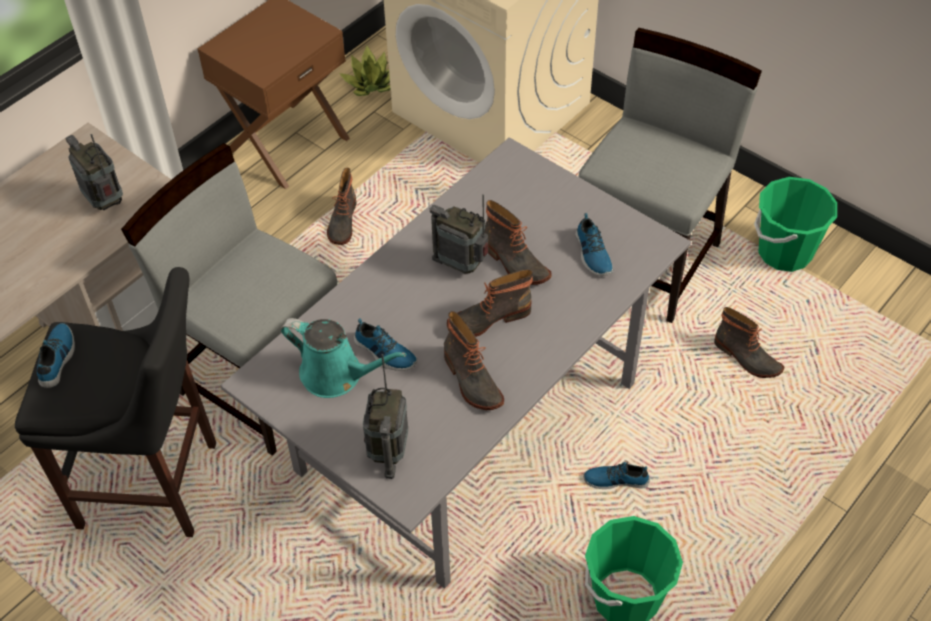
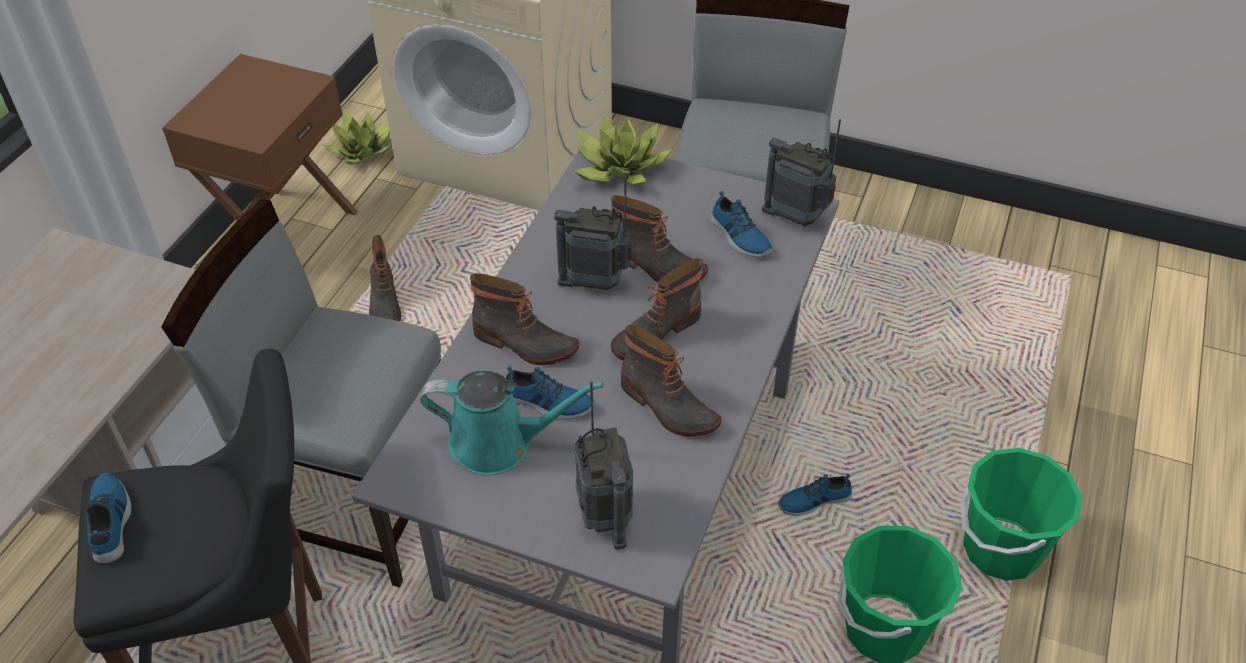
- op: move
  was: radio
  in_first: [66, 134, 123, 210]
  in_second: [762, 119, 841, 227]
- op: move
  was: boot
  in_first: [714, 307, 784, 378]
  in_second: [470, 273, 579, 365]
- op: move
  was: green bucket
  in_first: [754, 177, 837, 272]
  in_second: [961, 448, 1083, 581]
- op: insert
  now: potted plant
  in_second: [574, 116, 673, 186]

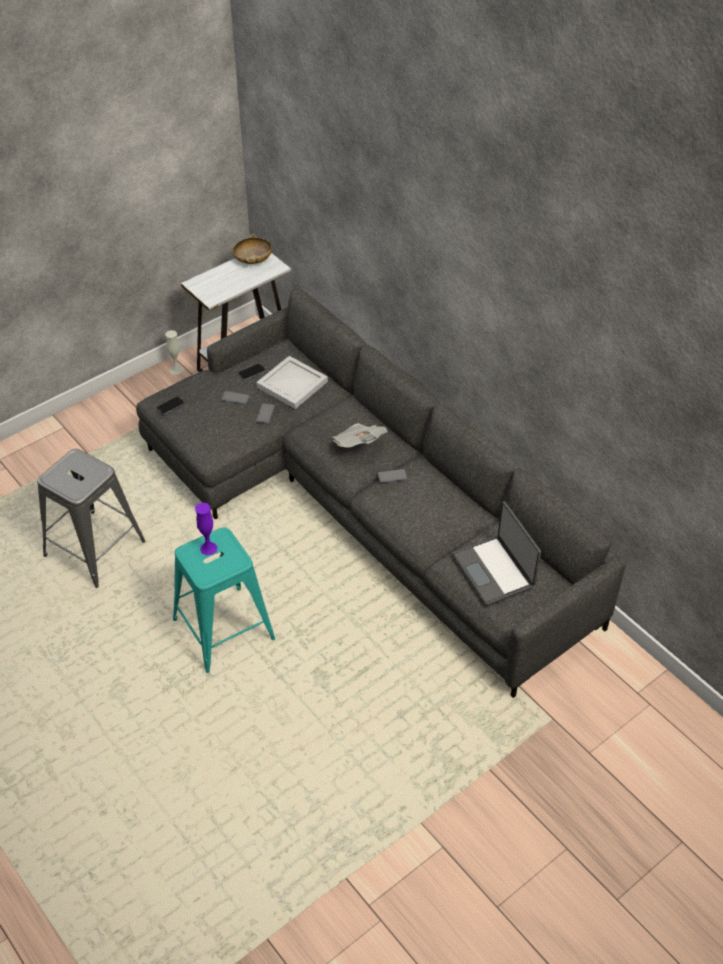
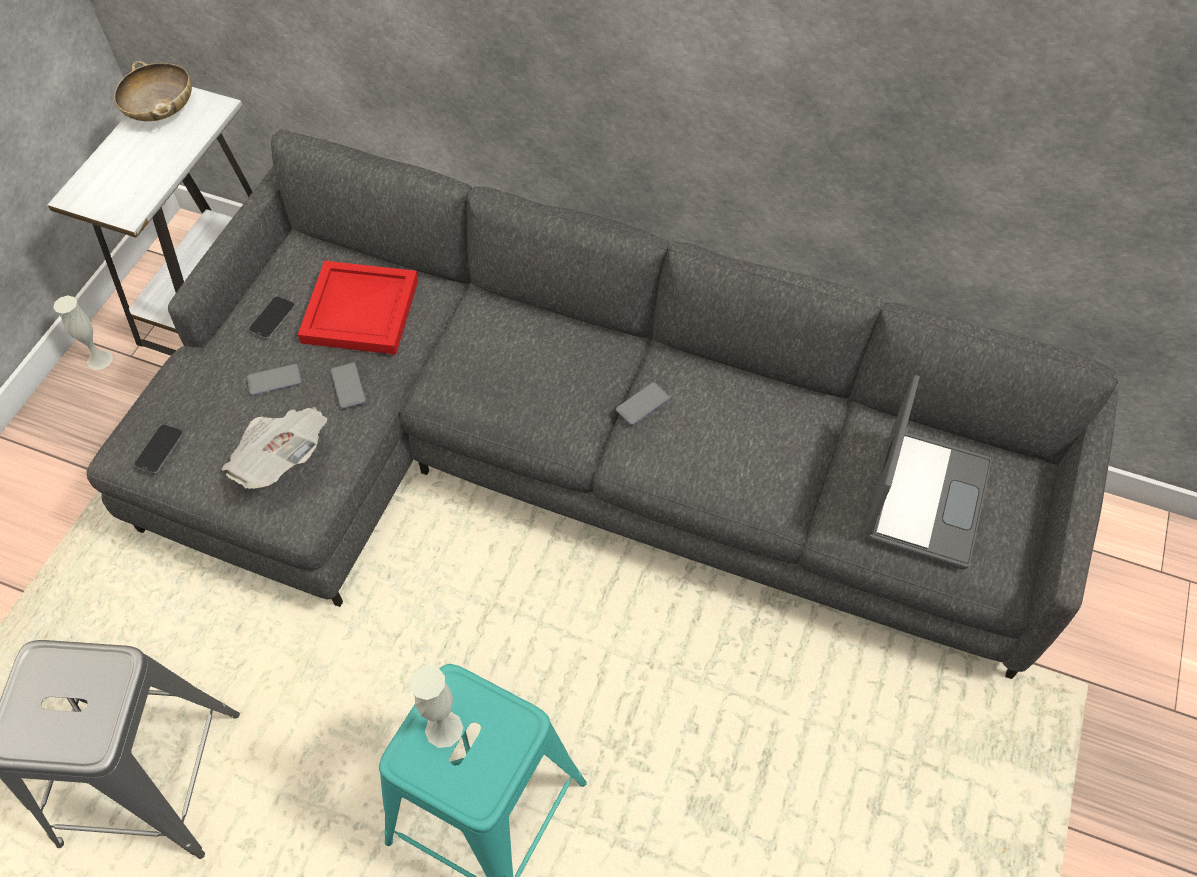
- op: recolor
  was: purple vase
  now: white vase
  in_first: [195, 503, 218, 555]
  in_second: [410, 665, 463, 748]
- op: recolor
  was: white tray
  now: red tray
  in_first: [256, 356, 328, 409]
  in_second: [298, 261, 418, 355]
- op: move
  was: newspaper
  in_first: [331, 423, 388, 448]
  in_second: [221, 407, 327, 489]
- op: rotate
  was: laptop
  in_first: [452, 501, 541, 606]
  in_second: [865, 375, 992, 569]
  clockwise: -105

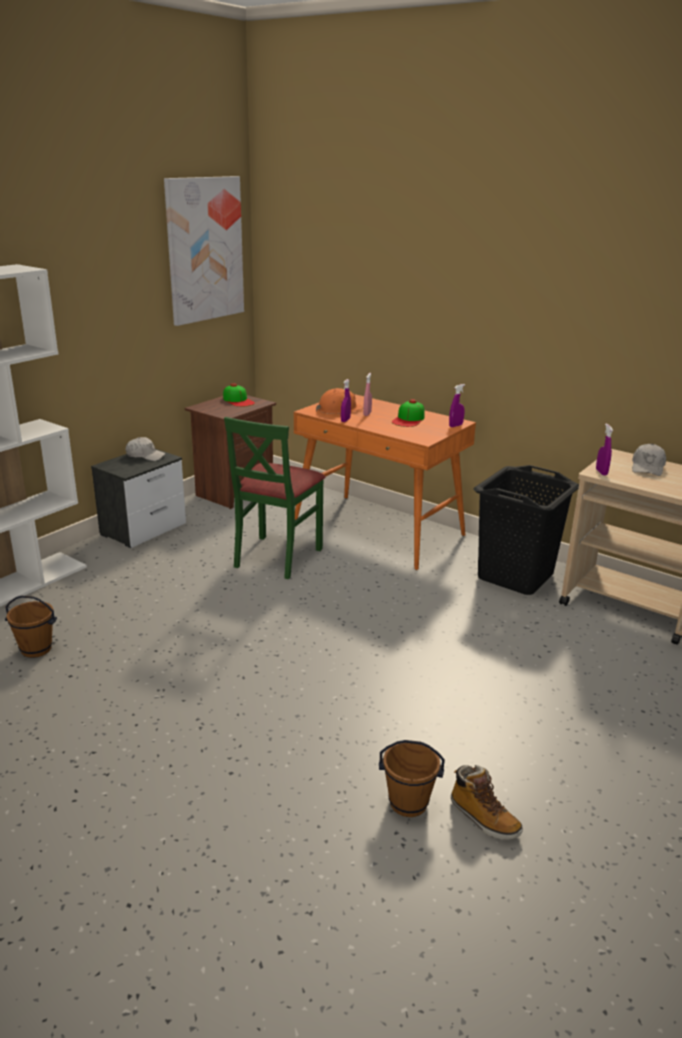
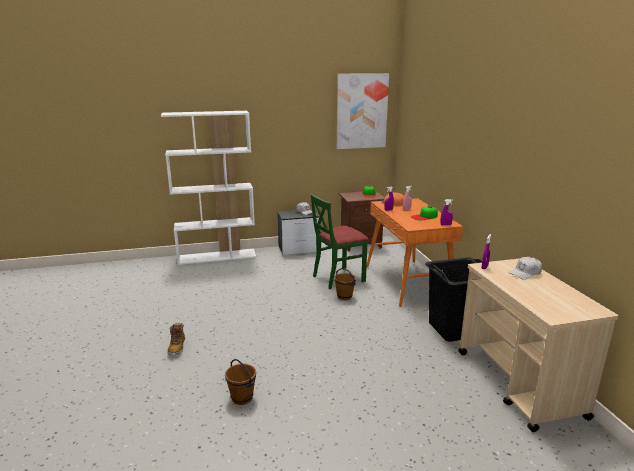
- op: move
  was: brown bucket
  in_first: [5, 596, 57, 658]
  in_second: [334, 268, 356, 300]
- op: move
  was: boot
  in_first: [451, 765, 523, 840]
  in_second: [167, 323, 185, 356]

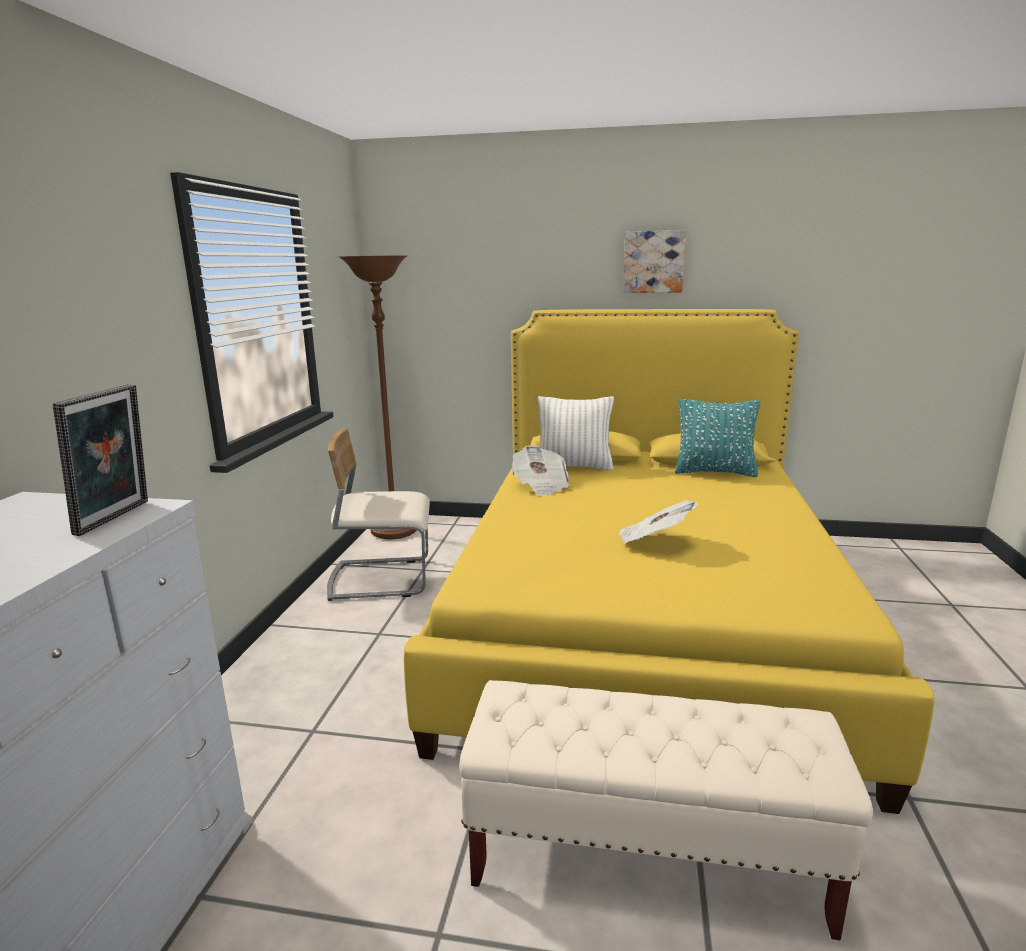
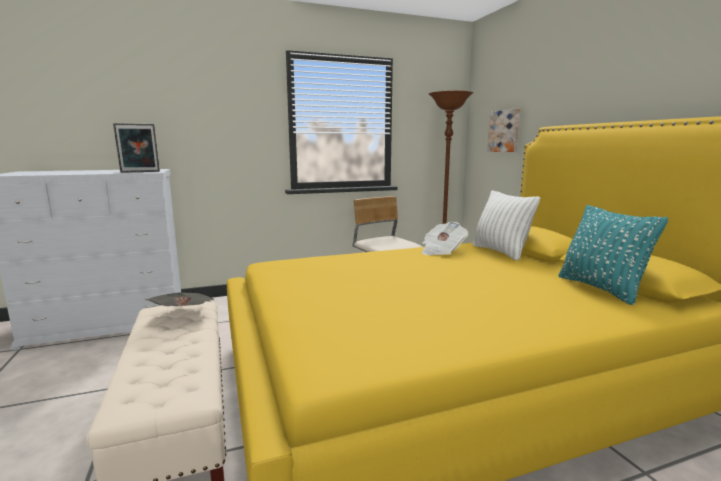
- op: move
  was: newspaper
  in_first: [619, 500, 697, 544]
  in_second: [145, 292, 214, 306]
- op: move
  was: picture
  in_first: [623, 230, 686, 293]
  in_second: [487, 109, 520, 152]

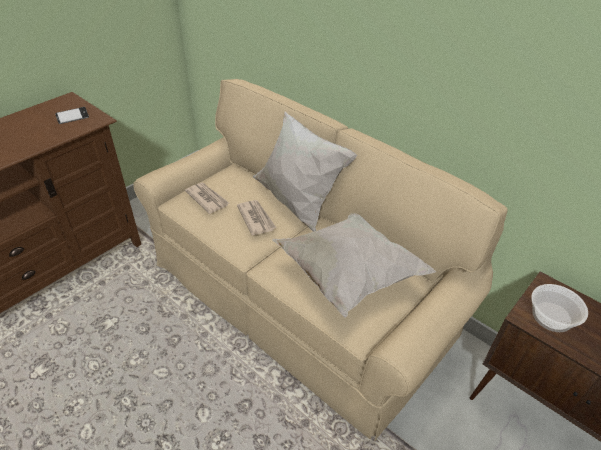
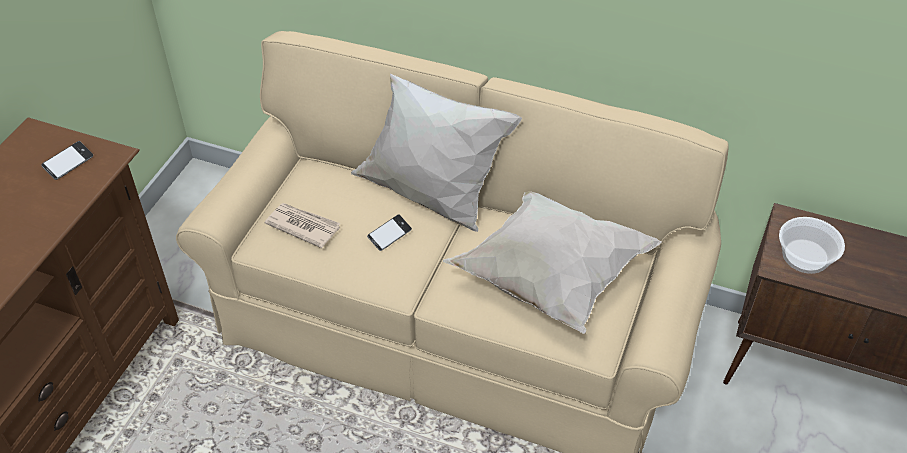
- op: replace
  was: newspaper
  now: phone
  in_first: [237, 200, 276, 236]
  in_second: [367, 214, 412, 251]

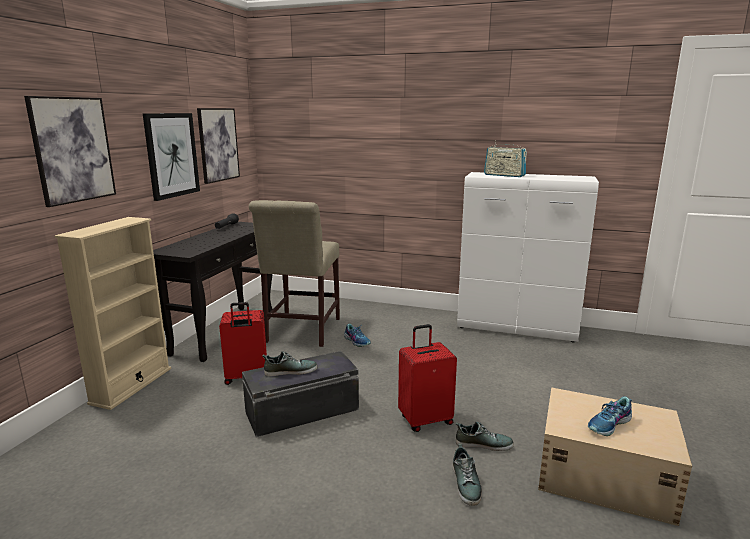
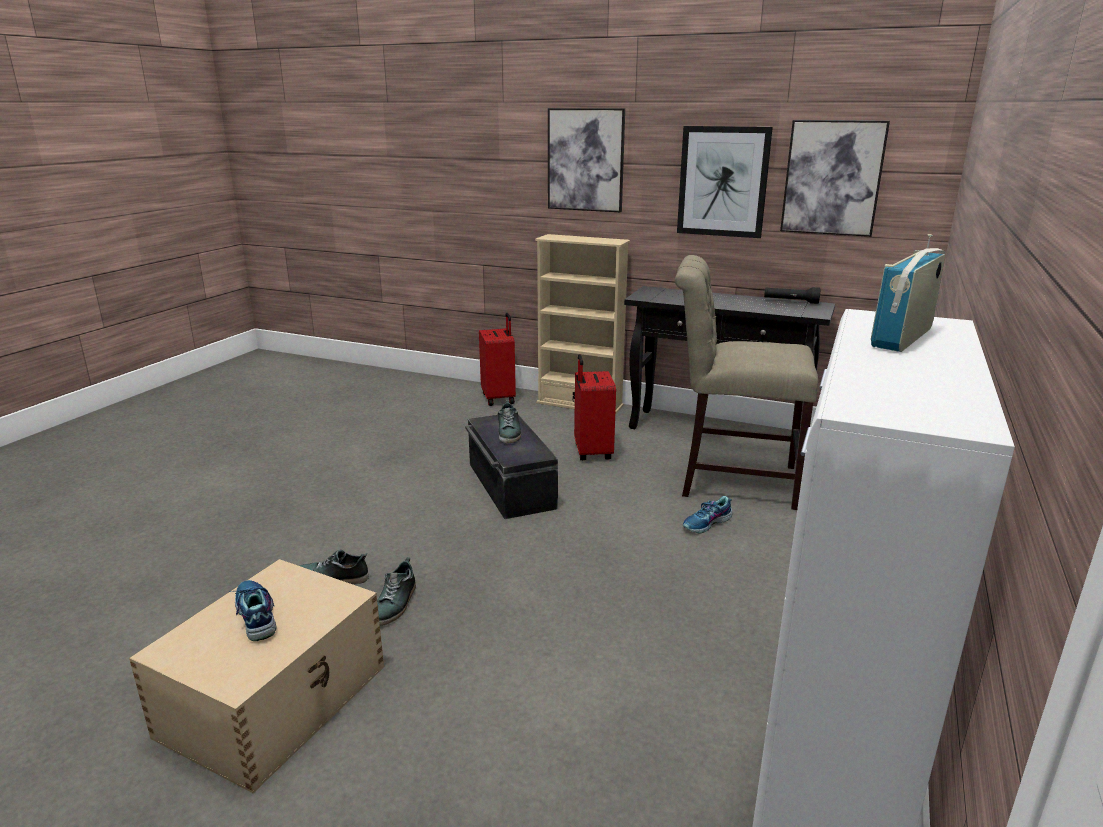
- op: move
  was: red suitcase
  in_first: [398, 324, 457, 432]
  in_second: [479, 313, 516, 406]

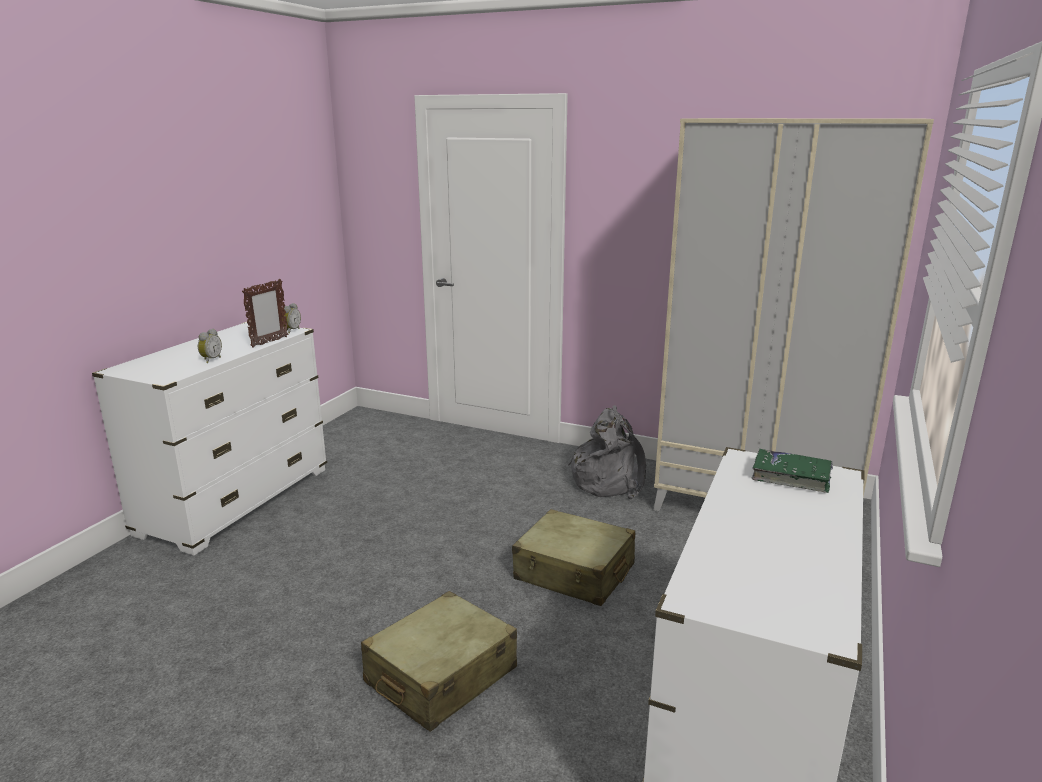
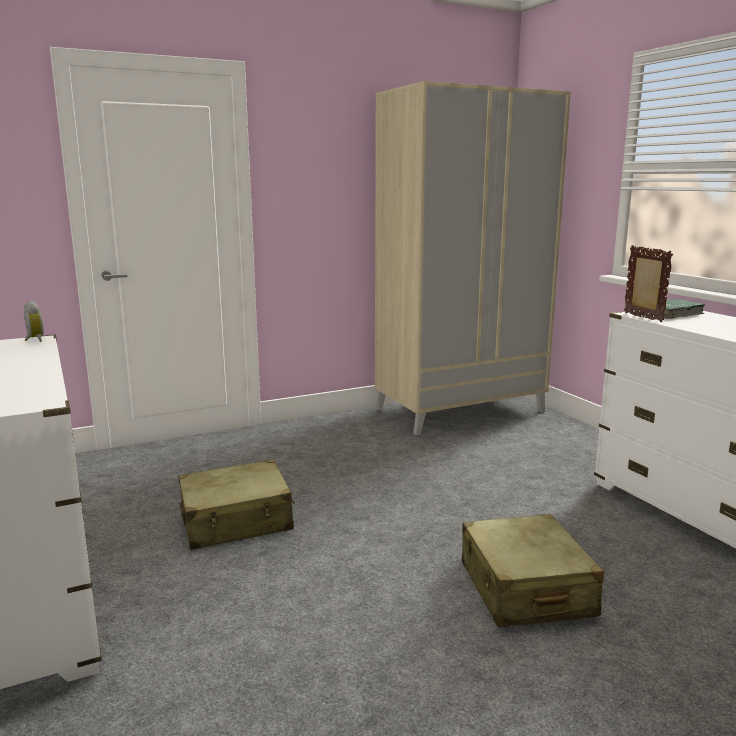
- op: delete
  was: alarm clock
  in_first: [198, 329, 222, 363]
- op: move
  was: picture frame
  in_first: [242, 279, 288, 348]
  in_second: [624, 245, 673, 322]
- op: move
  was: beige suitcase
  in_first: [512, 509, 635, 606]
  in_second: [178, 459, 295, 550]
- op: delete
  was: grey backpack
  in_first: [568, 405, 646, 499]

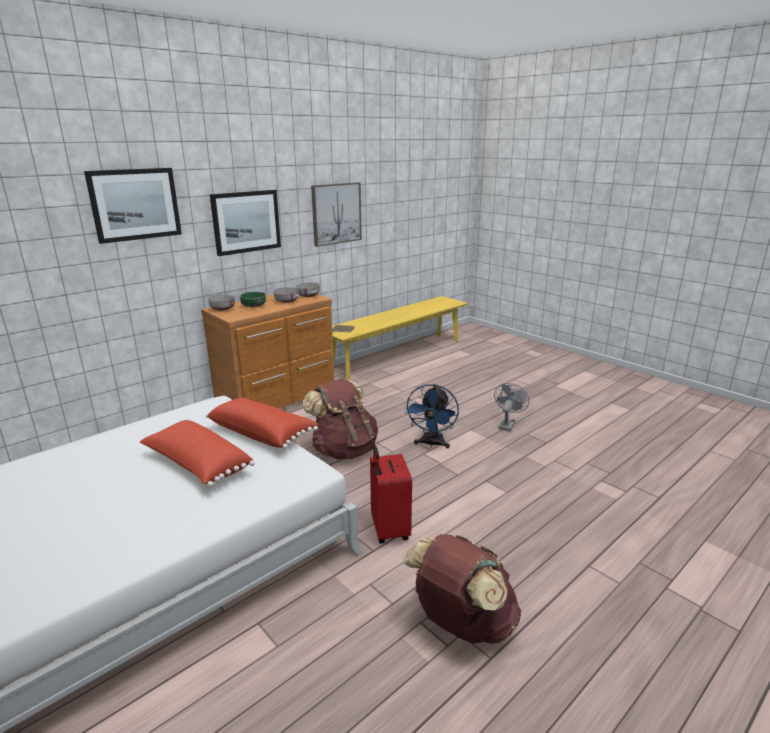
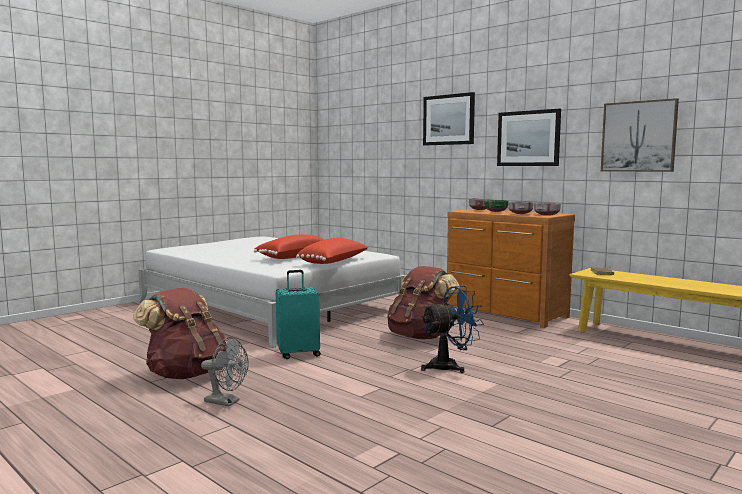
- op: recolor
  was: red suitcase
  now: turquoise suitcase
  in_first: [370, 445, 412, 543]
  in_second: [276, 270, 321, 359]
- op: rotate
  was: blue fan
  in_first: [405, 384, 459, 449]
  in_second: [421, 286, 484, 373]
  clockwise: 150
- op: move
  was: grey fan
  in_first: [494, 383, 529, 431]
  in_second: [201, 337, 249, 406]

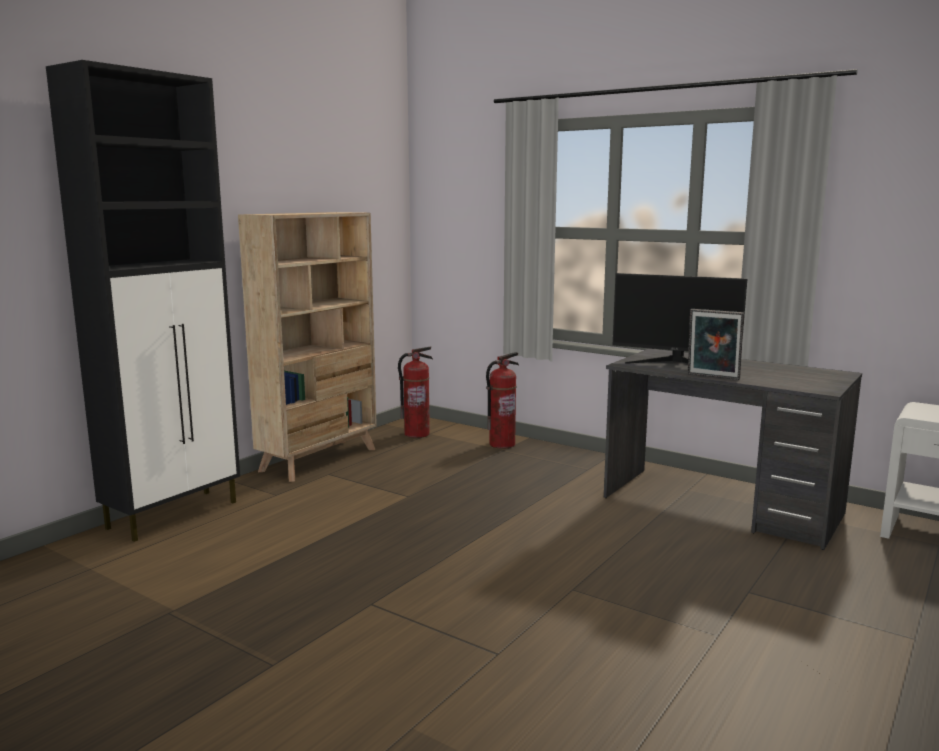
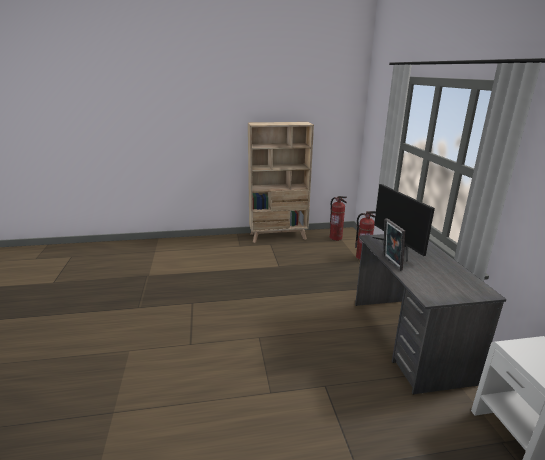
- op: delete
  was: black cabinet
  in_first: [46, 60, 240, 542]

